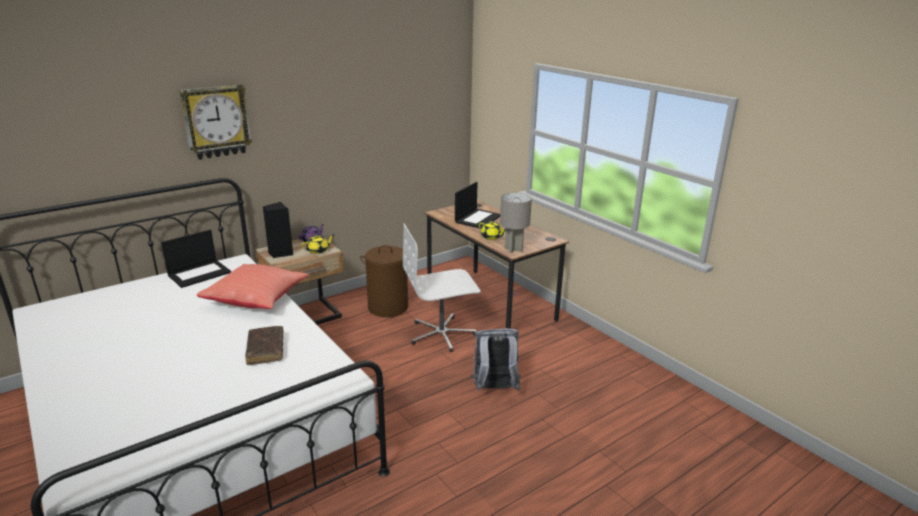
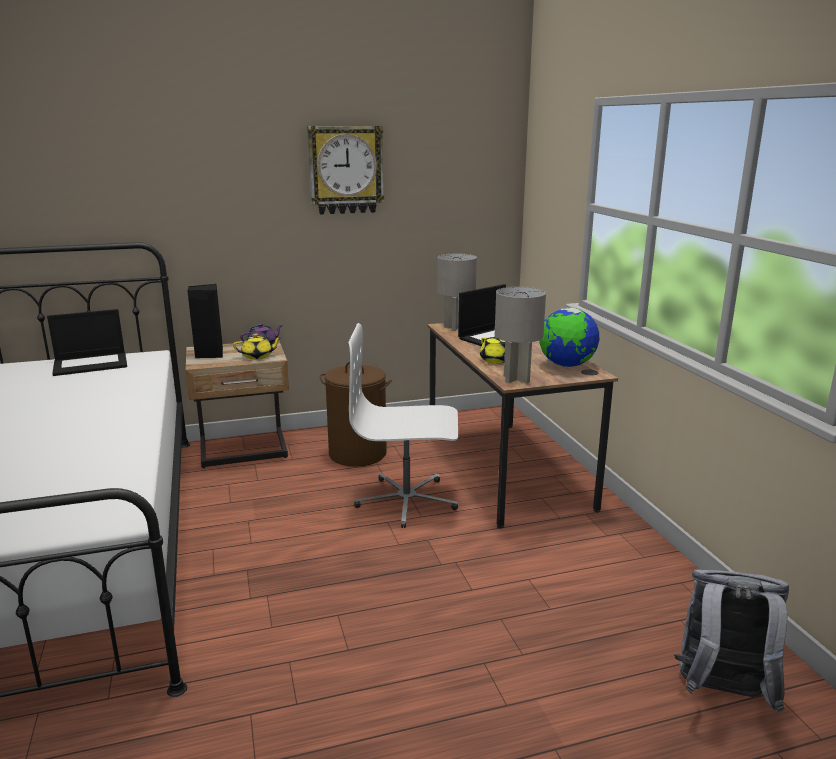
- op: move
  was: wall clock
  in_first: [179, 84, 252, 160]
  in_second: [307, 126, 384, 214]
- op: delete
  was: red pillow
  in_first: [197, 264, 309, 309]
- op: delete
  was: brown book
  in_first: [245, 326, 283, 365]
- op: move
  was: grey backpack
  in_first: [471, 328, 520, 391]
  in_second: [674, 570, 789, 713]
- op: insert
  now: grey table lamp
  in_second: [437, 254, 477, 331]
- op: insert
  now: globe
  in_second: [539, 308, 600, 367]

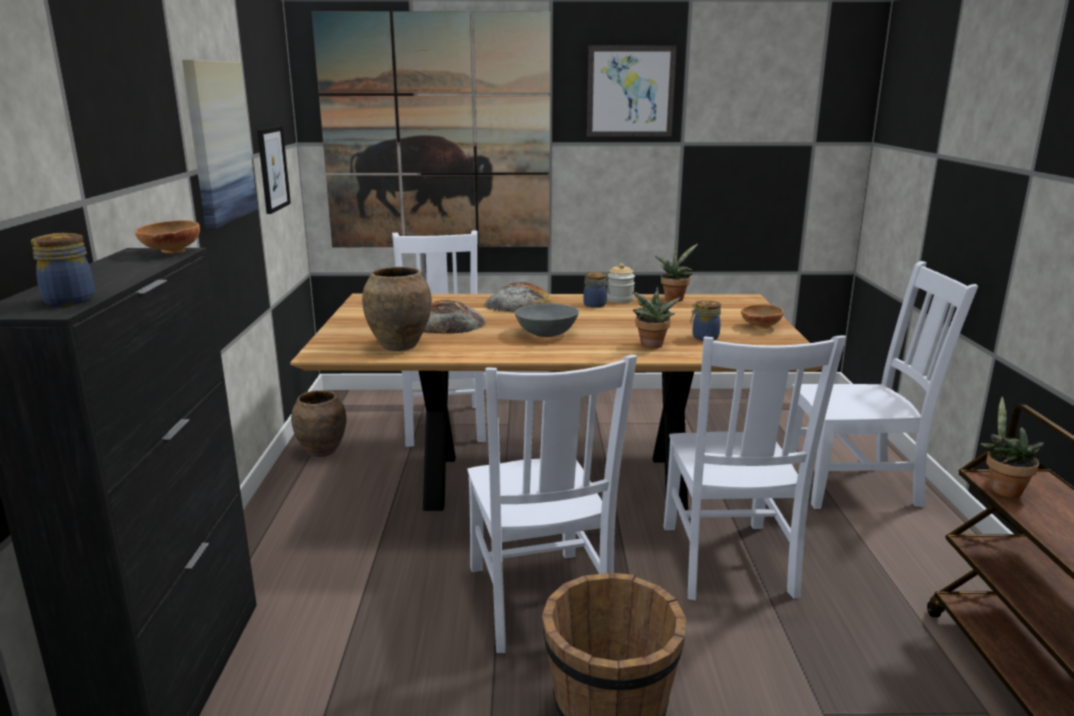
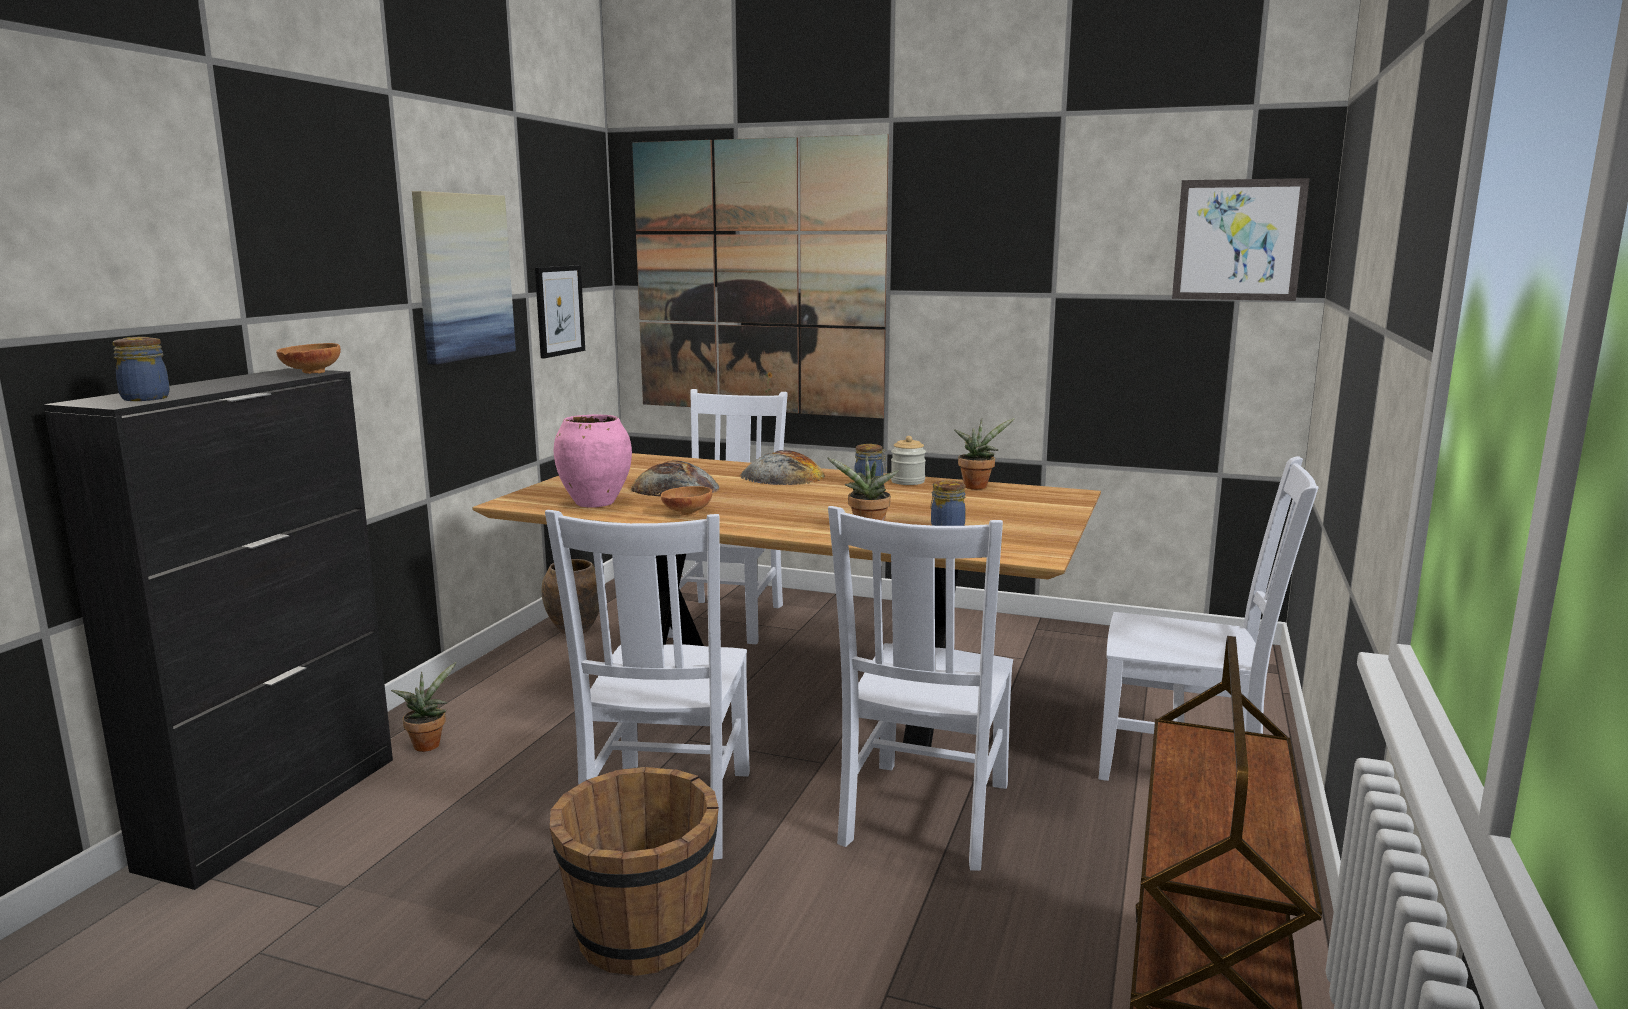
- op: recolor
  was: brown vase
  now: pink vase
  in_first: [362, 267, 432, 351]
  in_second: [554, 414, 632, 508]
- op: delete
  was: grey bowl
  in_first: [515, 304, 579, 337]
- op: move
  was: picture
  in_first: [587, 45, 677, 137]
  in_second: [1172, 178, 1309, 301]
- op: move
  was: brown bowl
  in_first: [741, 305, 783, 329]
  in_second: [661, 486, 713, 516]
- op: move
  was: potted plant
  in_first: [980, 397, 1044, 498]
  in_second: [391, 662, 457, 752]

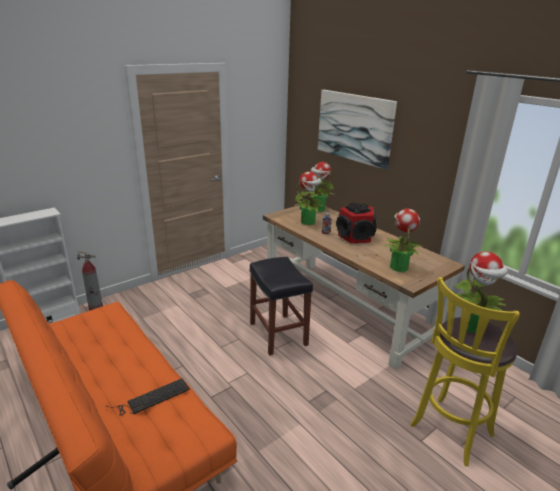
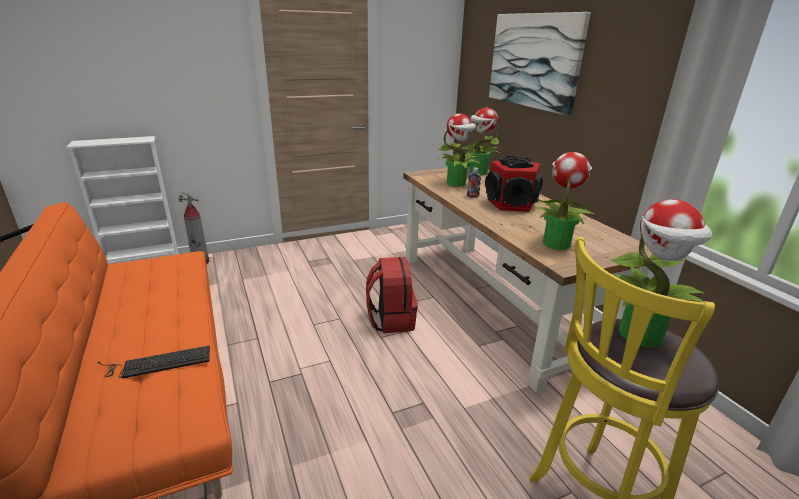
- op: replace
  was: black stool
  now: red backpack
  in_first: [249, 257, 313, 356]
  in_second: [366, 257, 418, 333]

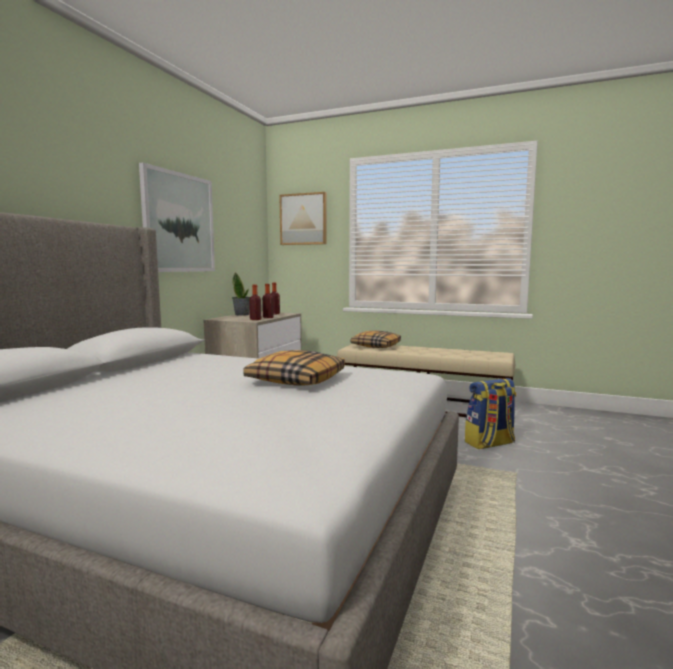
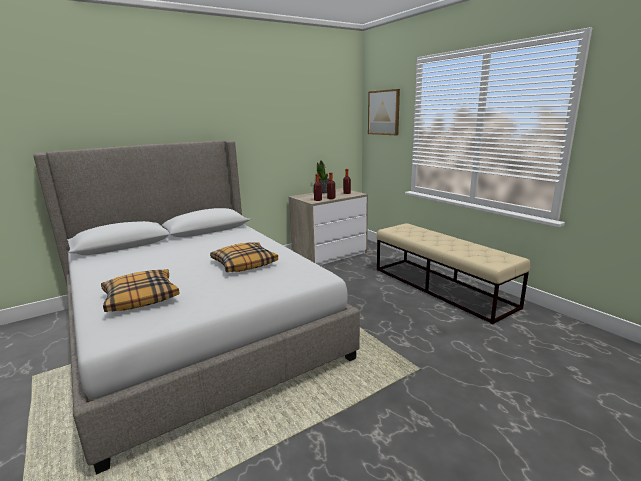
- op: delete
  was: picture
  in_first: [139, 163, 215, 272]
- op: move
  was: pillow
  in_first: [351, 331, 401, 348]
  in_second: [101, 269, 179, 312]
- op: delete
  was: backpack
  in_first: [465, 378, 516, 449]

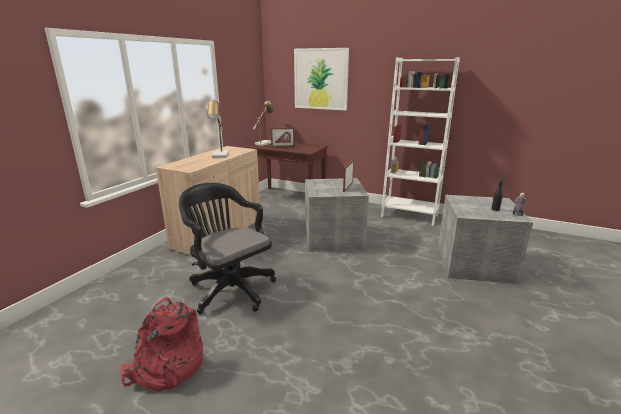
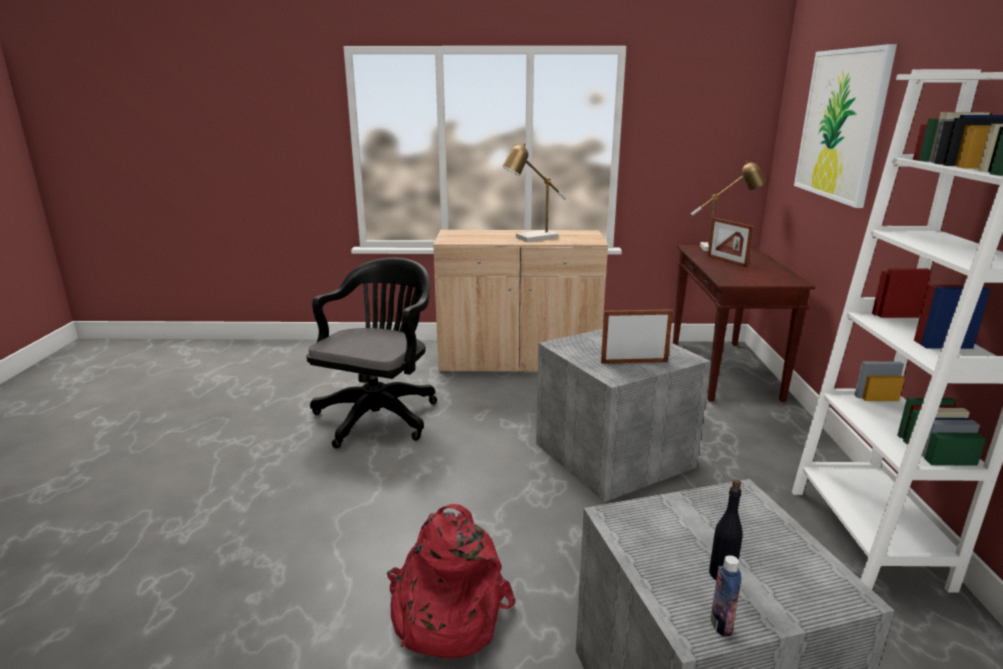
- op: move
  was: red backpack
  in_first: [120, 298, 203, 392]
  in_second: [387, 504, 516, 658]

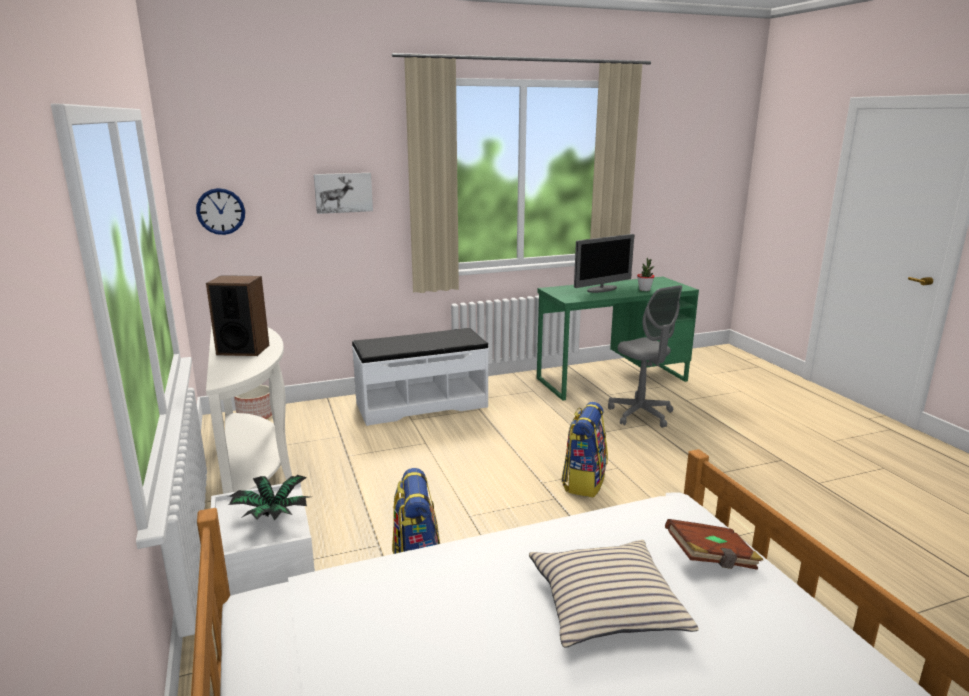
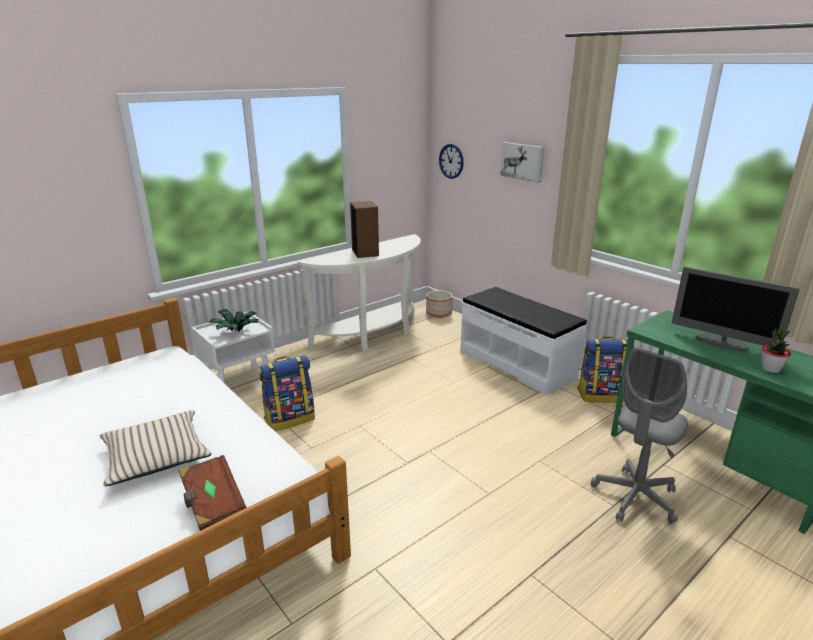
- op: move
  was: backpack
  in_first: [561, 402, 608, 497]
  in_second: [578, 336, 634, 403]

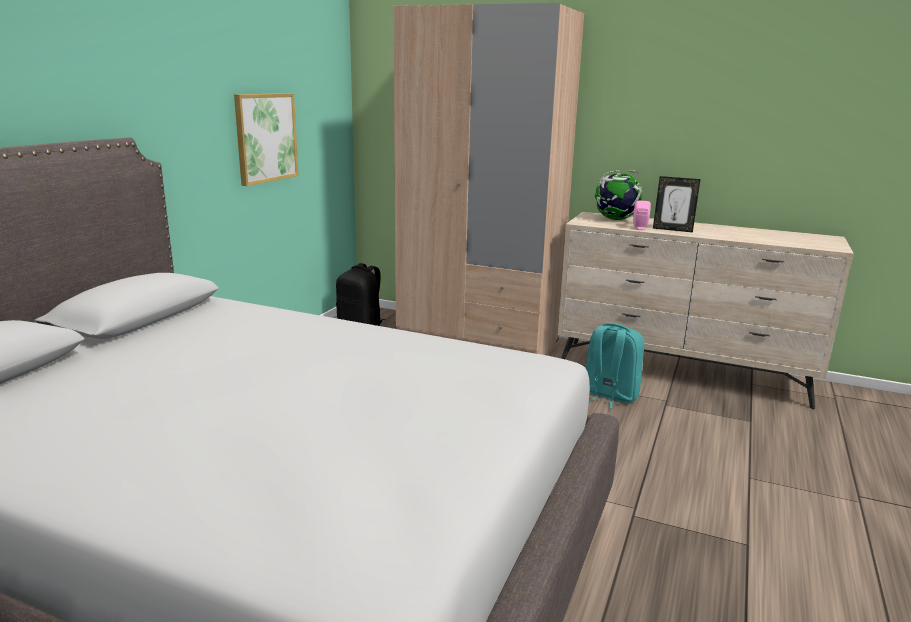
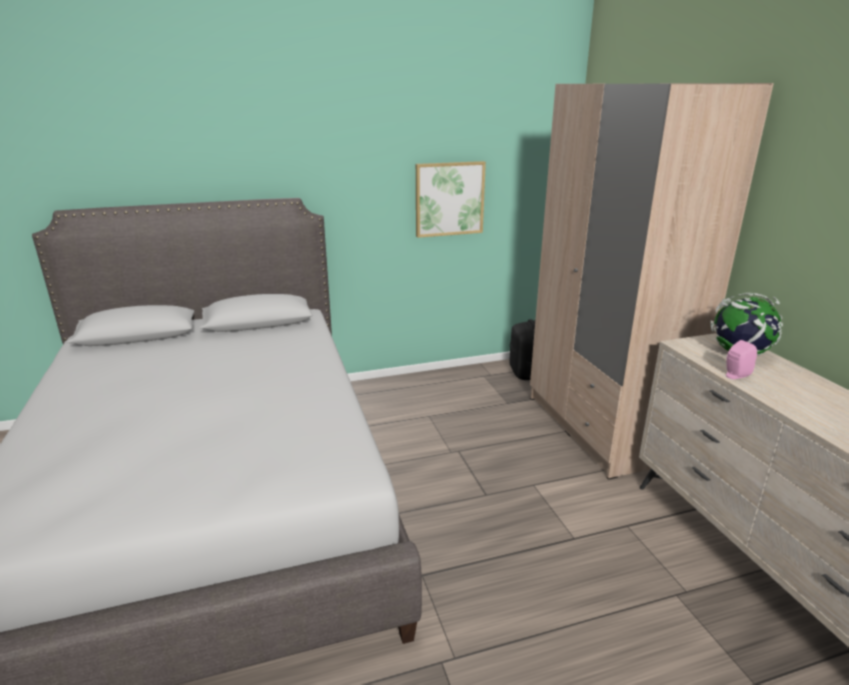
- op: delete
  was: turquoise backpack
  in_first: [585, 323, 644, 409]
- op: delete
  was: picture frame
  in_first: [653, 176, 700, 232]

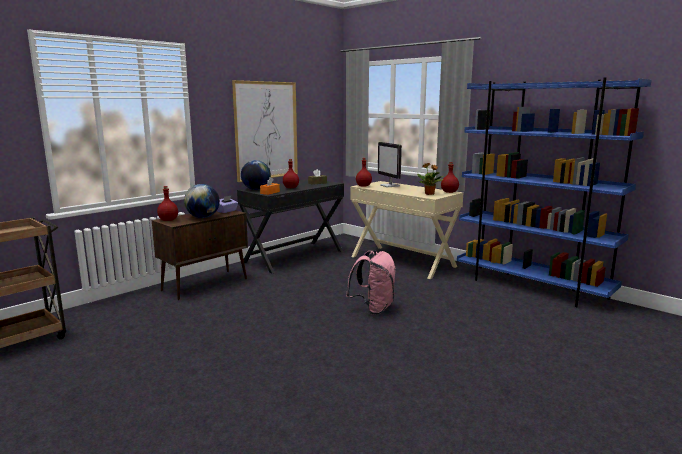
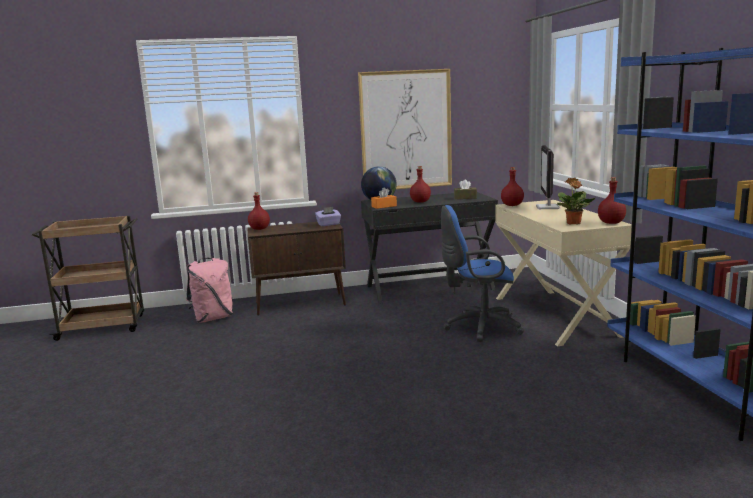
- op: delete
  was: globe
  in_first: [184, 184, 220, 218]
- op: move
  was: pink backpack
  in_first: [346, 250, 396, 315]
  in_second: [186, 258, 233, 323]
- op: insert
  now: blue office chair
  in_second: [441, 205, 525, 342]

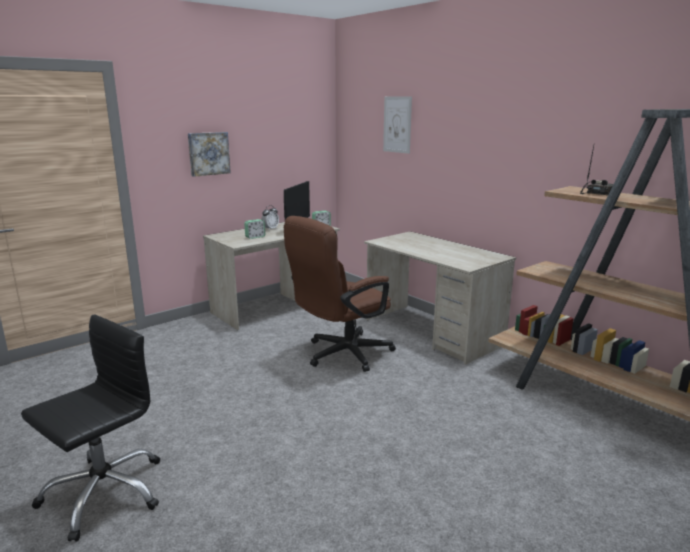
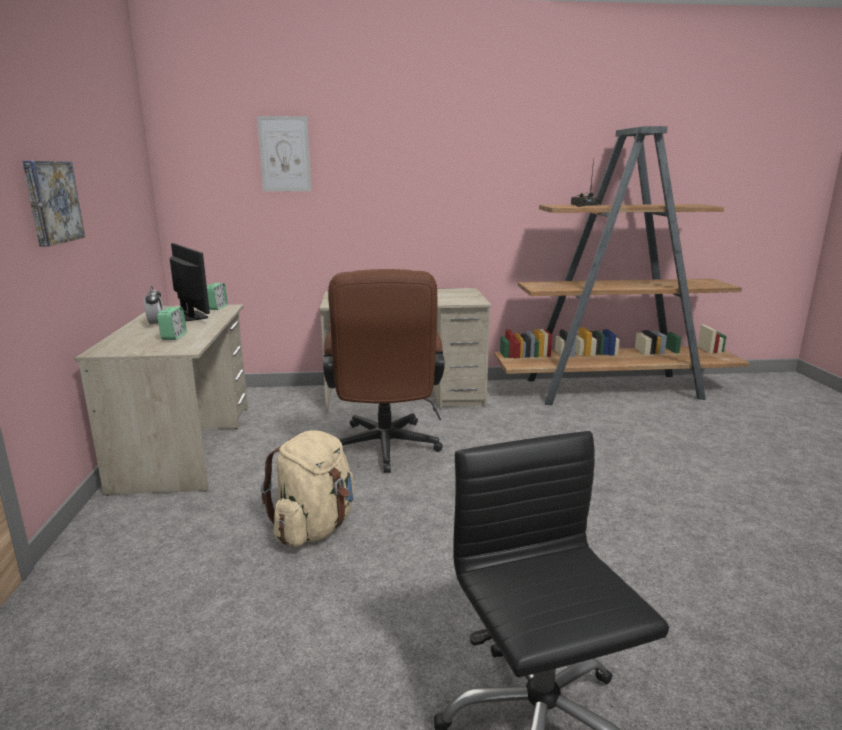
- op: insert
  now: beige backpack
  in_second: [261, 430, 354, 547]

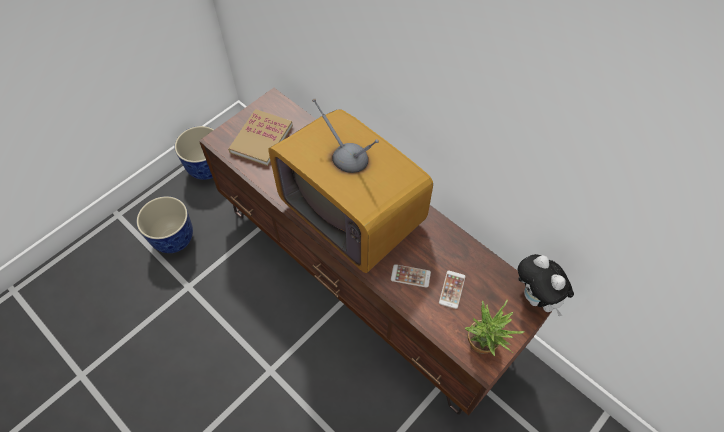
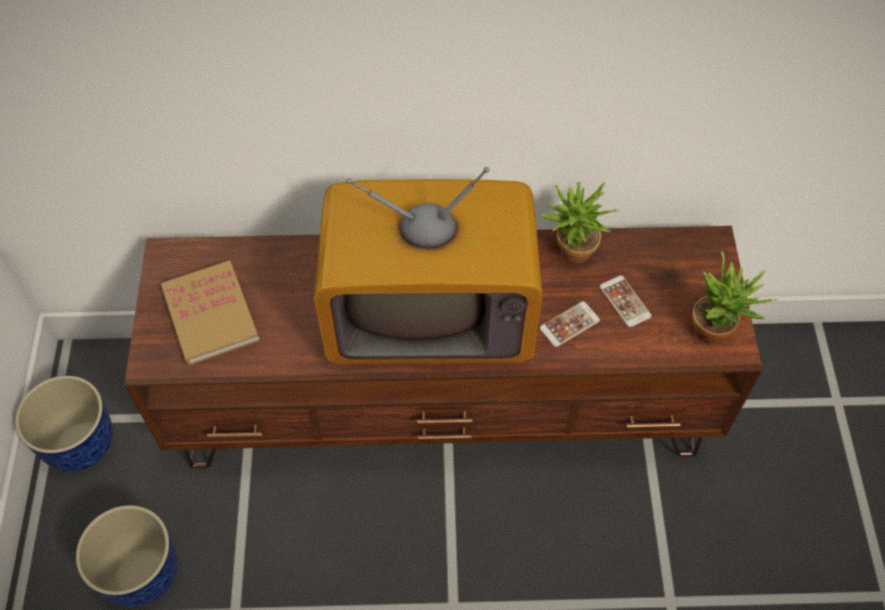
- op: delete
  was: plush toy
  in_first: [518, 254, 574, 316]
- op: insert
  now: potted plant
  in_second: [541, 182, 619, 264]

